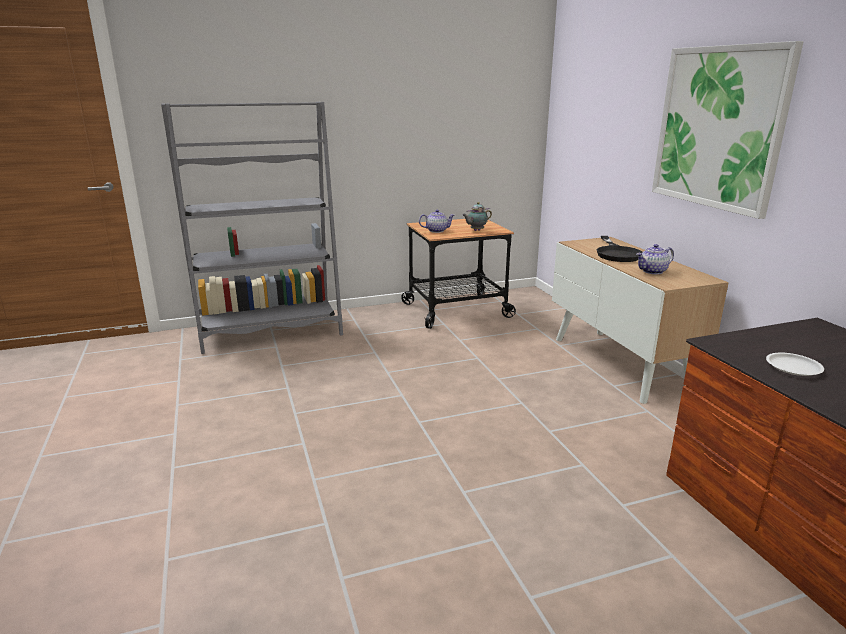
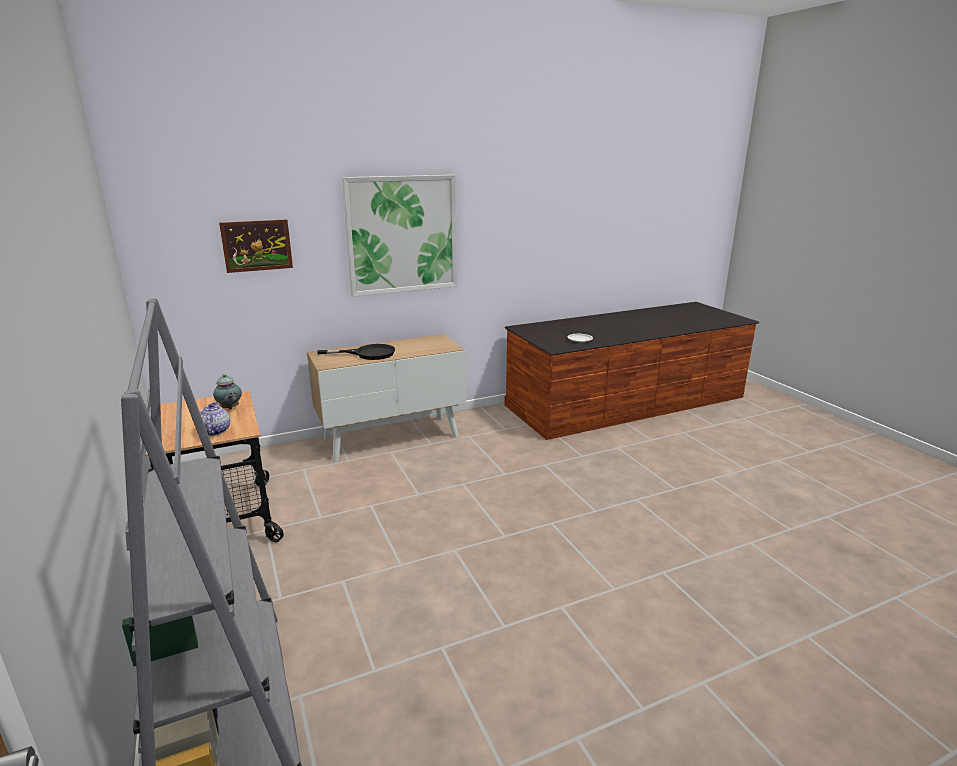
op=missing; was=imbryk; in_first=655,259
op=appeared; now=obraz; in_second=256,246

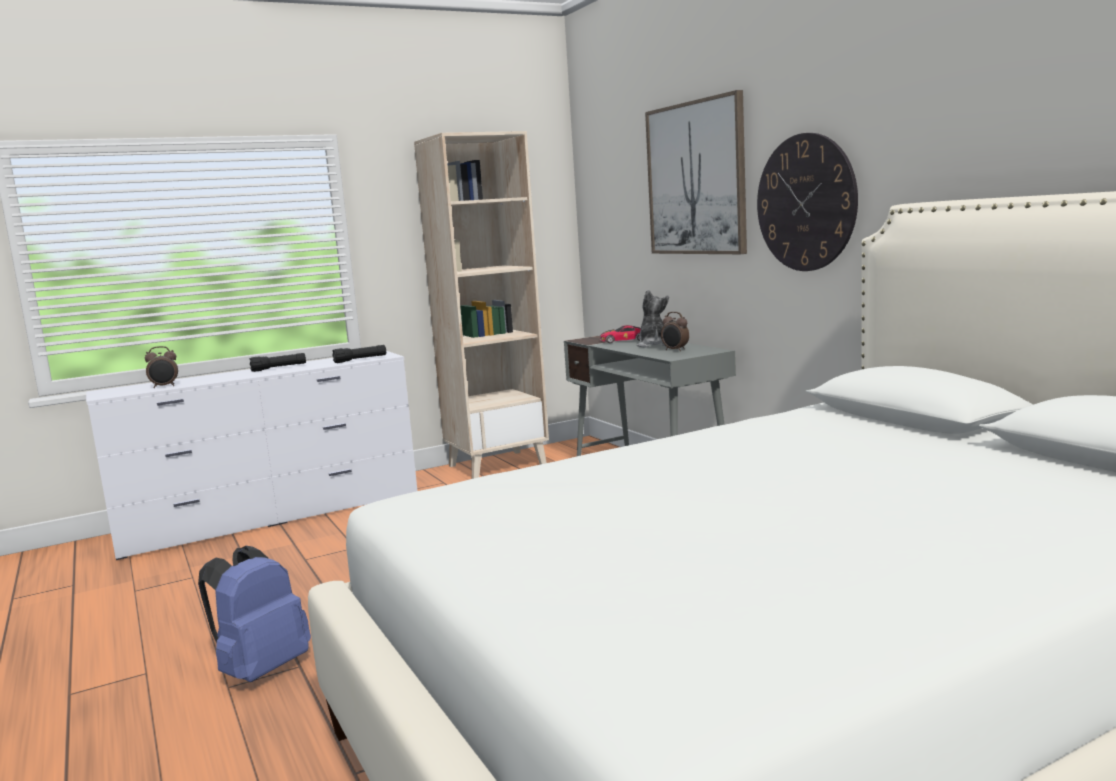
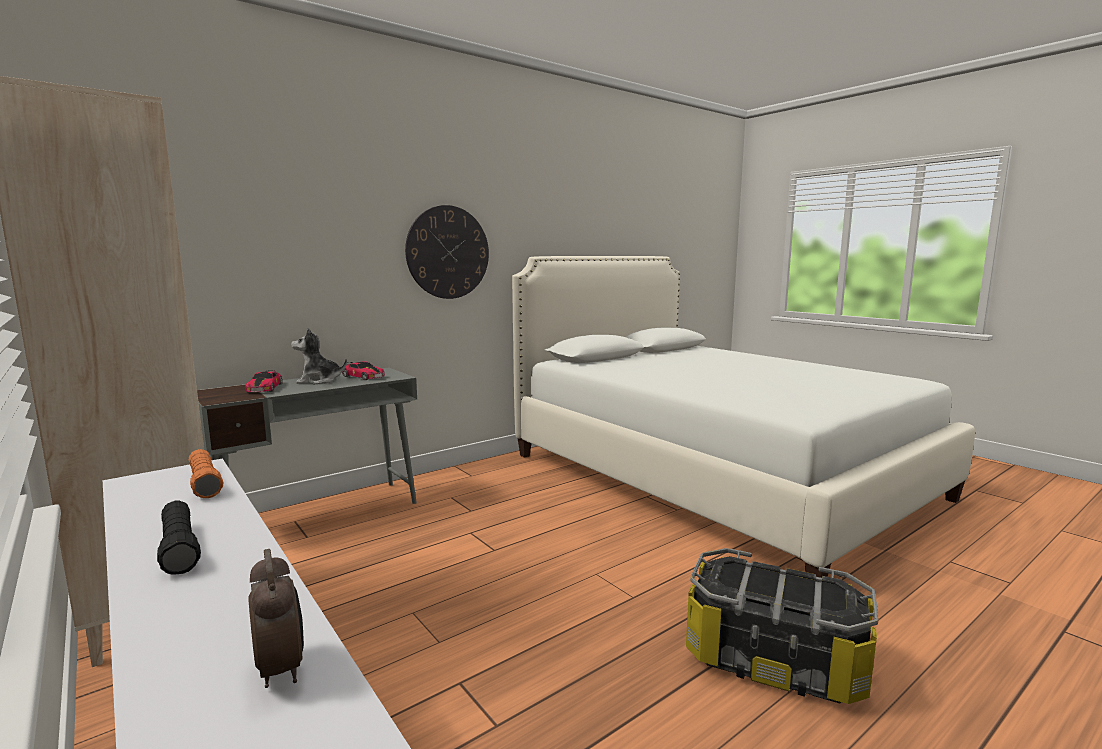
op=missing; was=obraz; in_first=696,172
op=exchanged; was=budzik; now=samochodzik; in_first=675,331; in_second=363,370
op=colour; was=latarka [czarny]; now=latarka [pomarańczowy]; in_first=359,354; in_second=206,473
op=exchanged; was=plecak [niebieski]; now=pojemnik do przechowywania; in_first=254,614; in_second=782,626

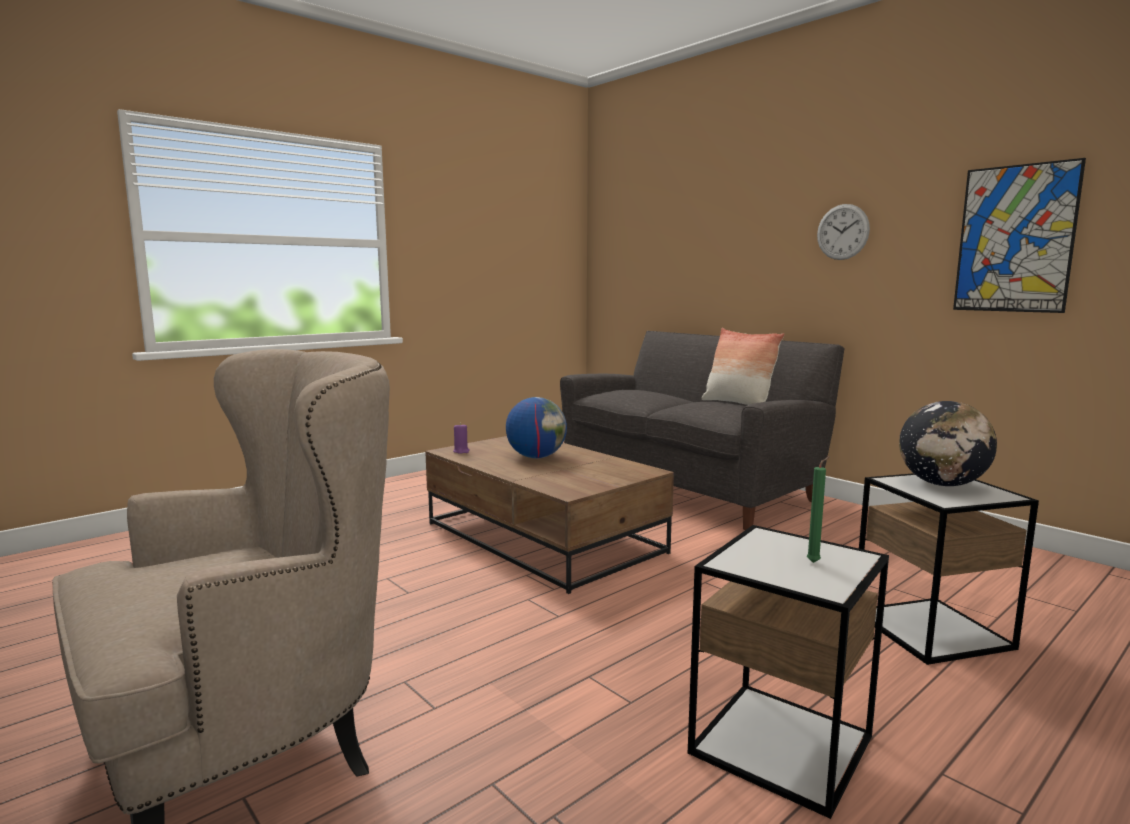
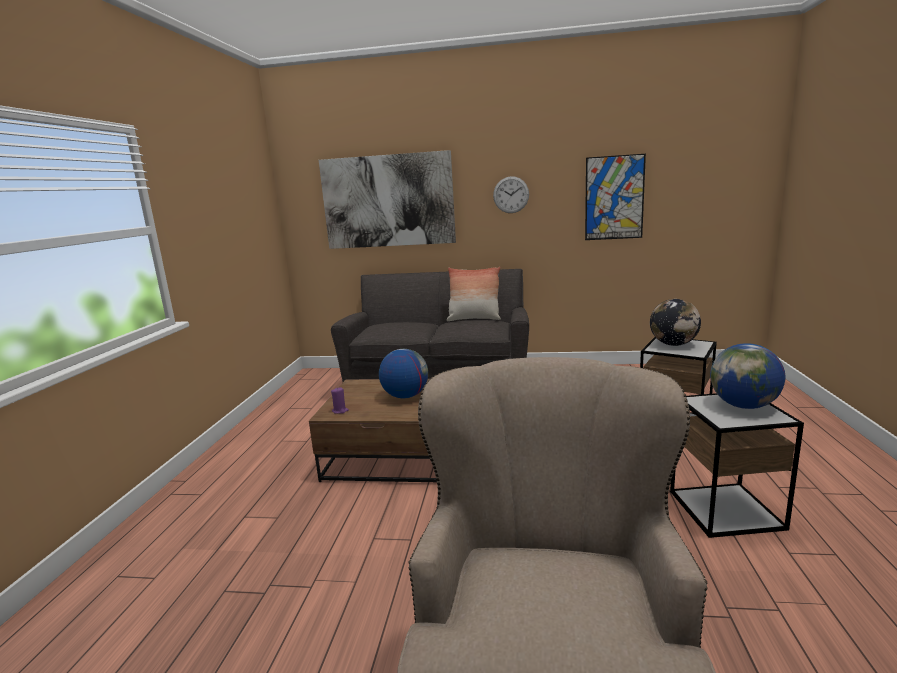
op=exchanged; was=świeca [zielony]; now=globus; in_first=818,509; in_second=747,376
op=appeared; now=obraz; in_second=387,199

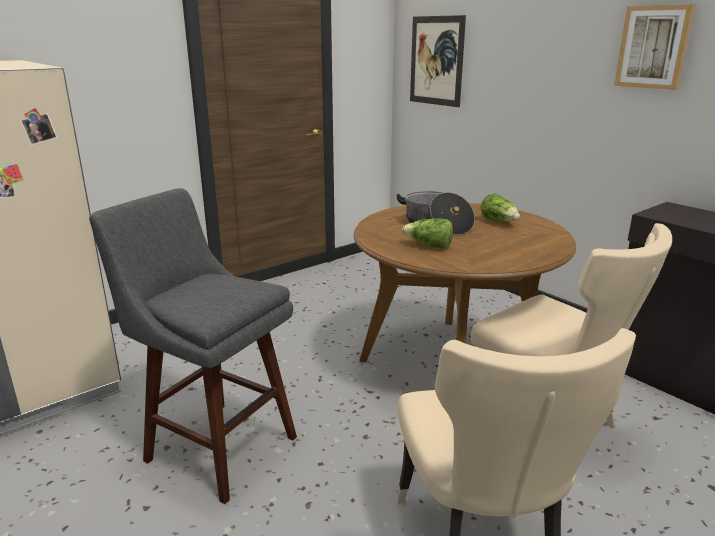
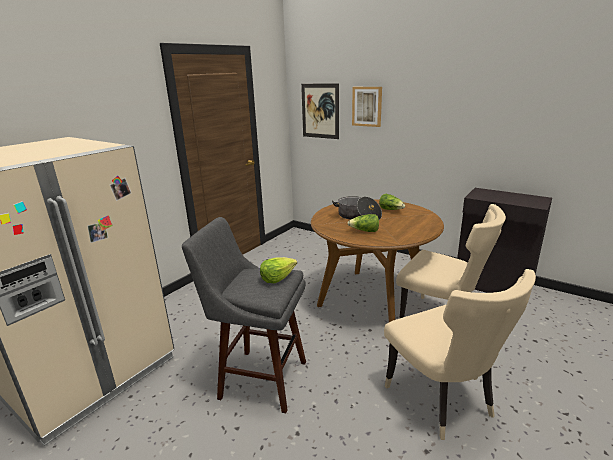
op=relocated; was=obraz; in_first=654,47; in_second=367,107
op=appeared; now=sałata; in_second=278,270

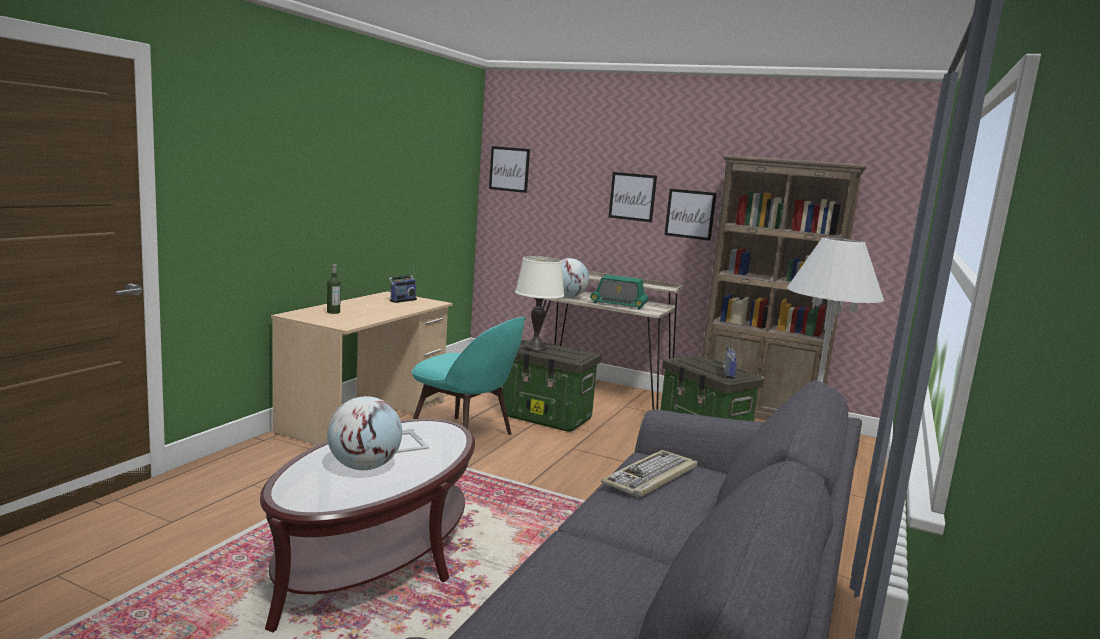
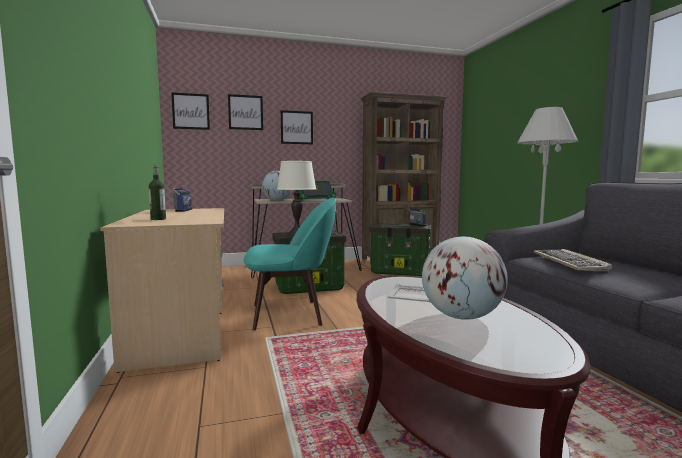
op=relocated; was=obraz; in_first=690,215; in_second=245,112

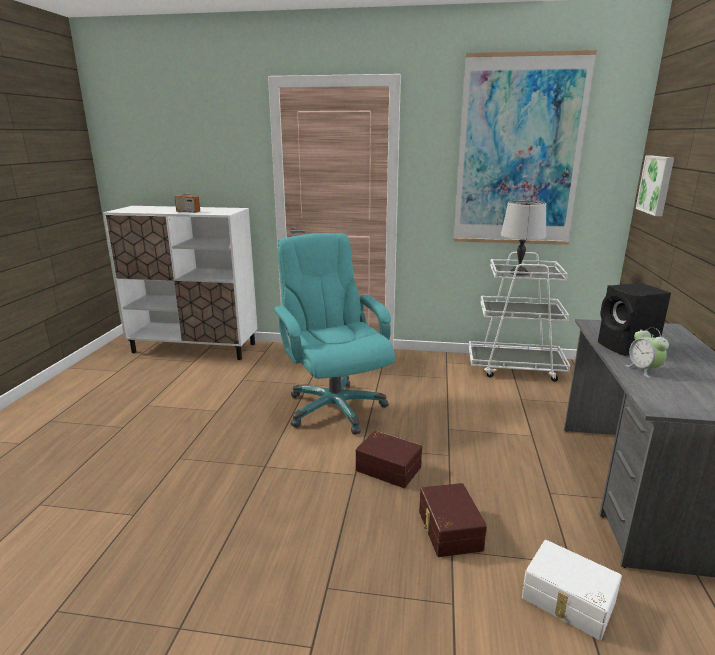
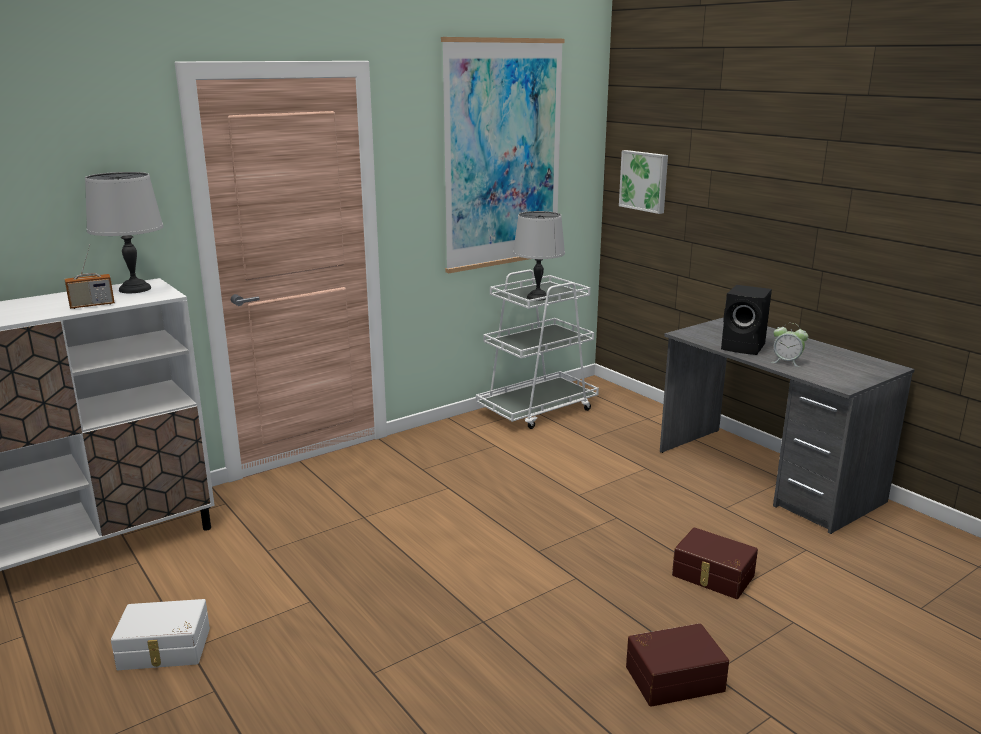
op=missing; was=krzesło biurowe [turkusowy]; in_first=334,334
op=relocated; was=pojemnik do przechowywania [brązowy]; in_first=389,459; in_second=677,665
op=relocated; was=pojemnik do przechowywania [biały]; in_first=572,590; in_second=160,634
op=appeared; now=lampa stołowa [szary]; in_second=124,232

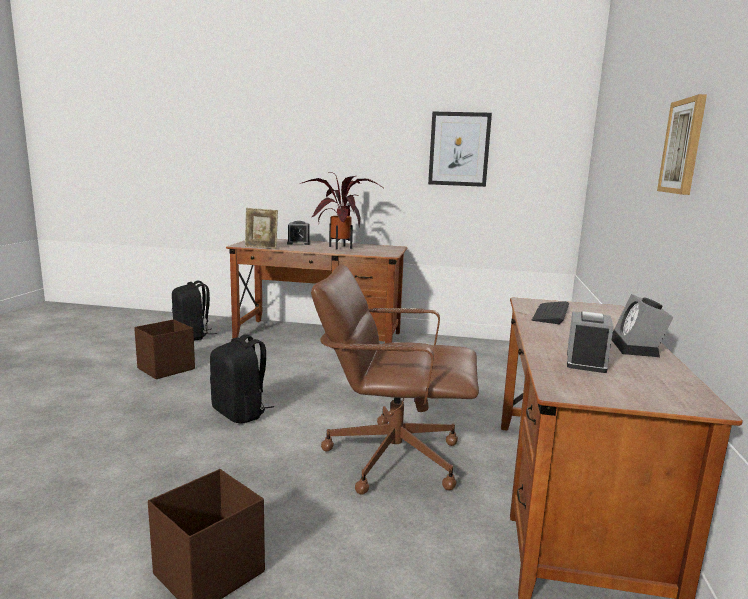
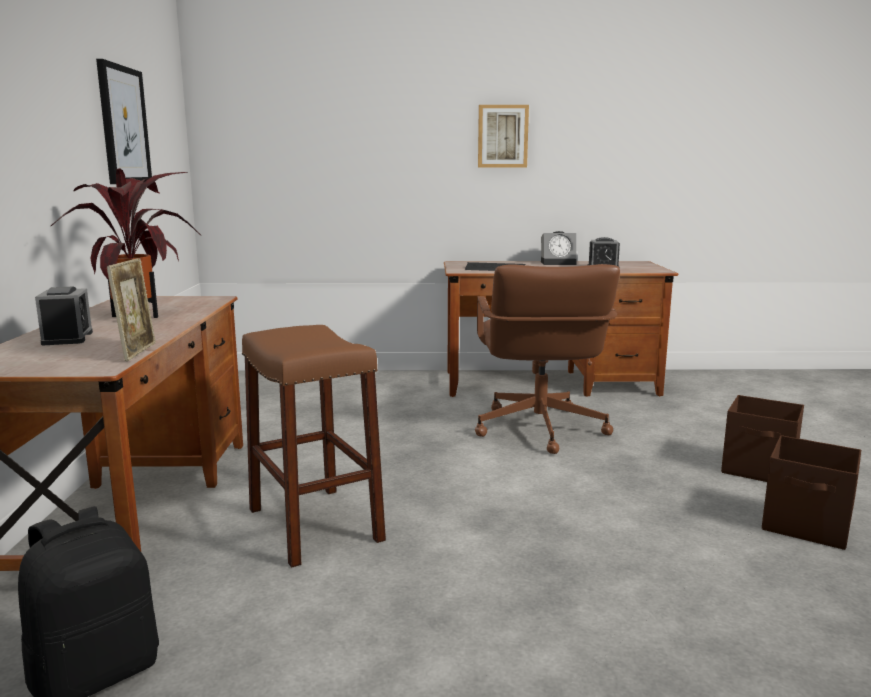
op=relocated; was=pojemnik do przechowywania [brązowy]; in_first=164,349; in_second=811,492
op=missing; was=plecak [czarny]; in_first=242,379
op=appeared; now=stołek [brązowy]; in_second=314,446

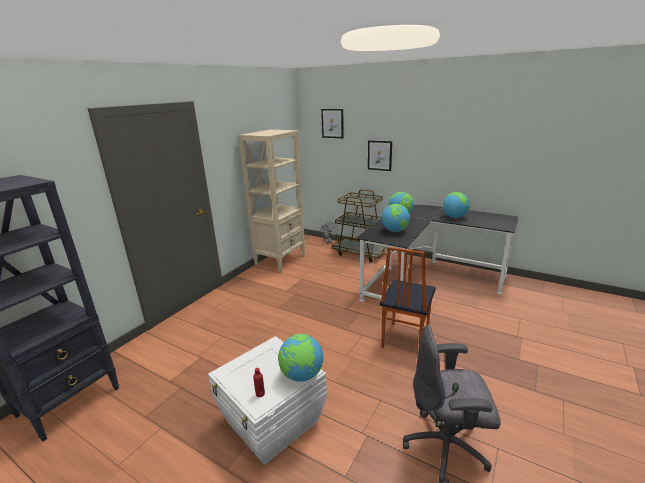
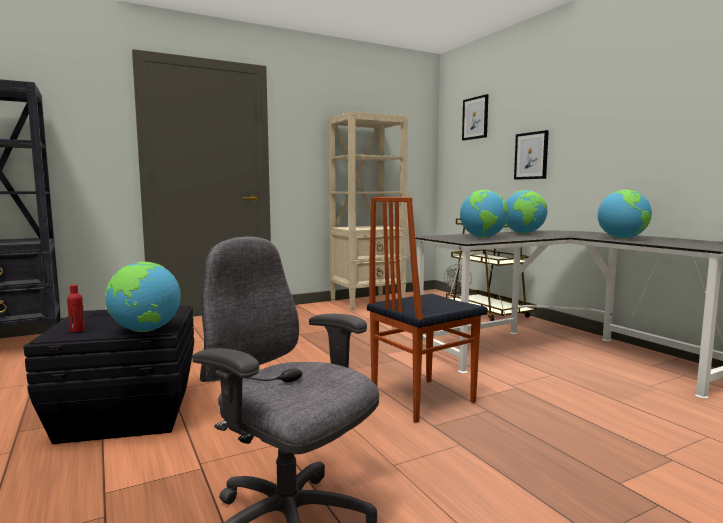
op=colour; was=pojemnik do przechowywania [biały]; now=pojemnik do przechowywania [czarny]; in_first=267,400; in_second=109,375

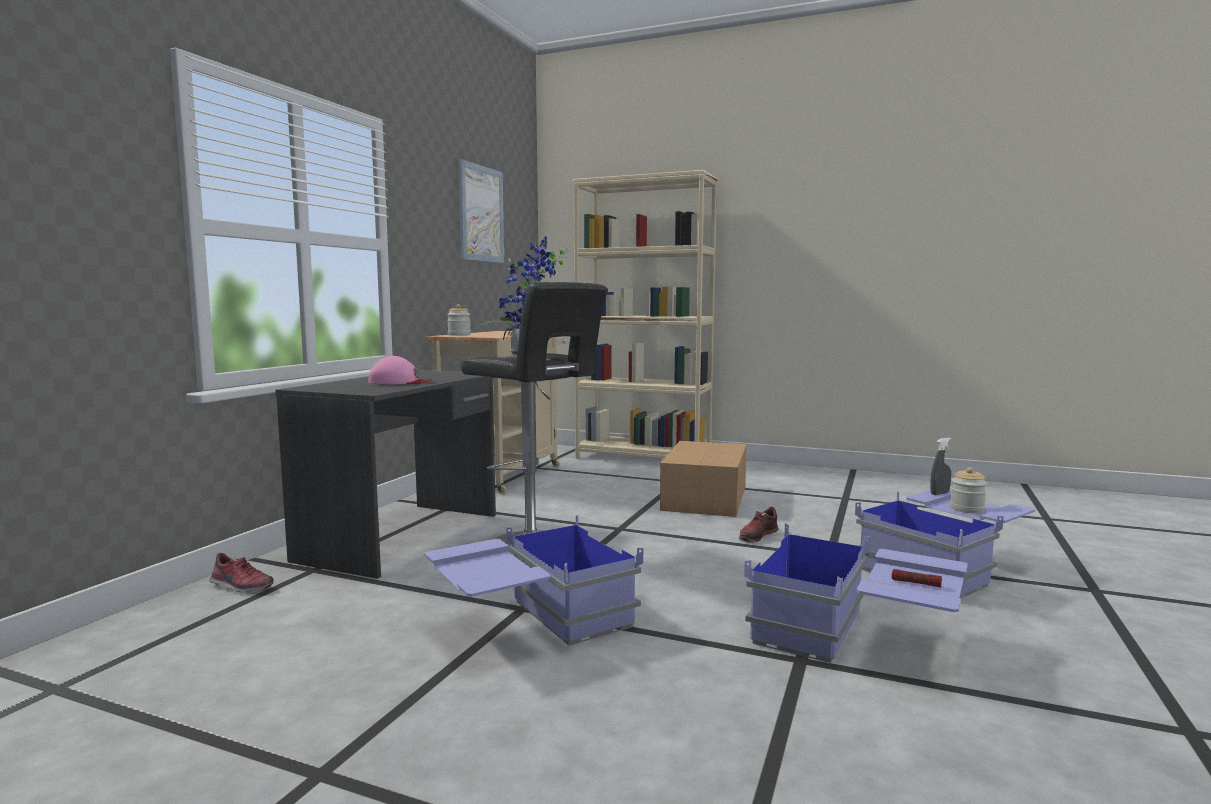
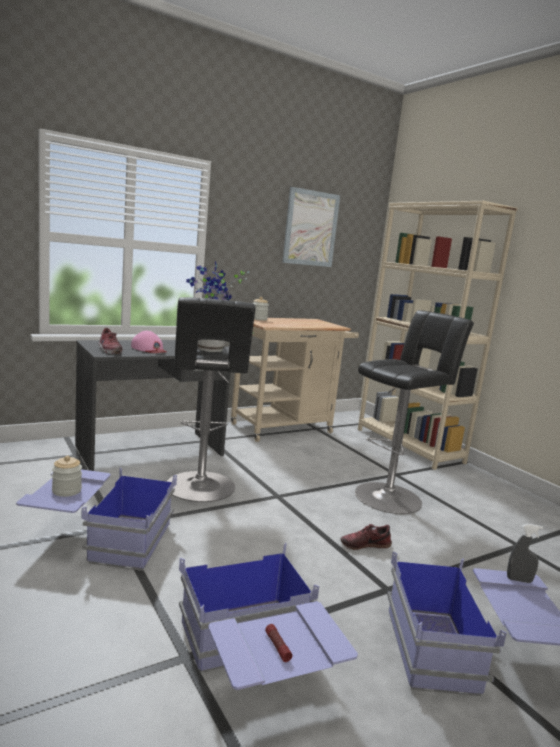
op=exchanged; was=karton; now=stołek [czarny]; in_first=703,479; in_second=414,412
op=relocated; was=słoik; in_first=968,490; in_second=67,476
op=relocated; was=but; in_first=241,573; in_second=110,341

